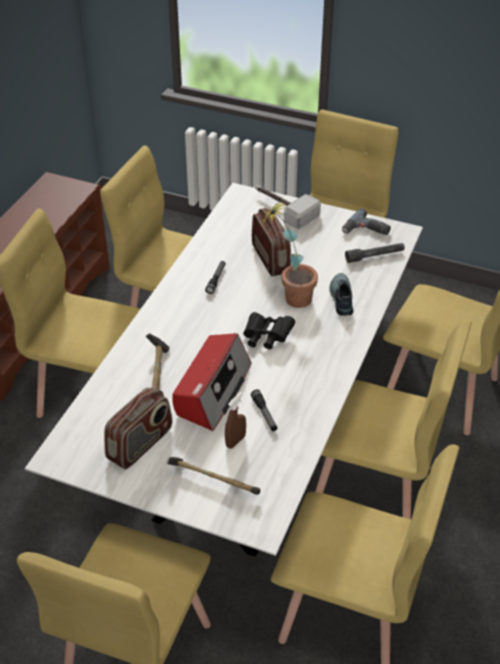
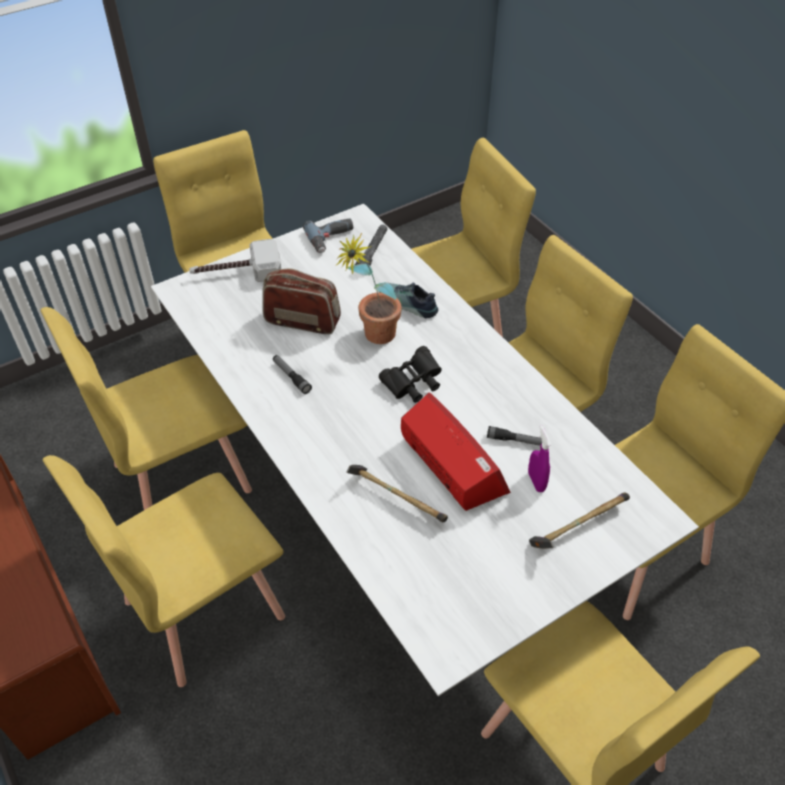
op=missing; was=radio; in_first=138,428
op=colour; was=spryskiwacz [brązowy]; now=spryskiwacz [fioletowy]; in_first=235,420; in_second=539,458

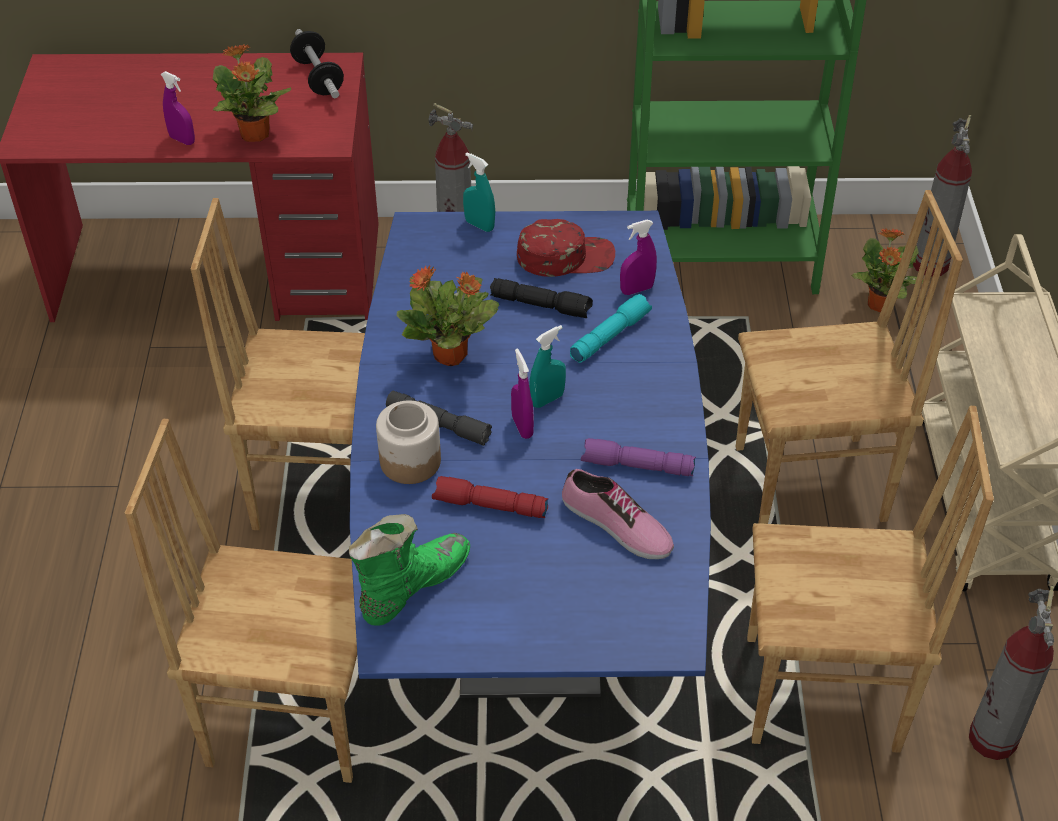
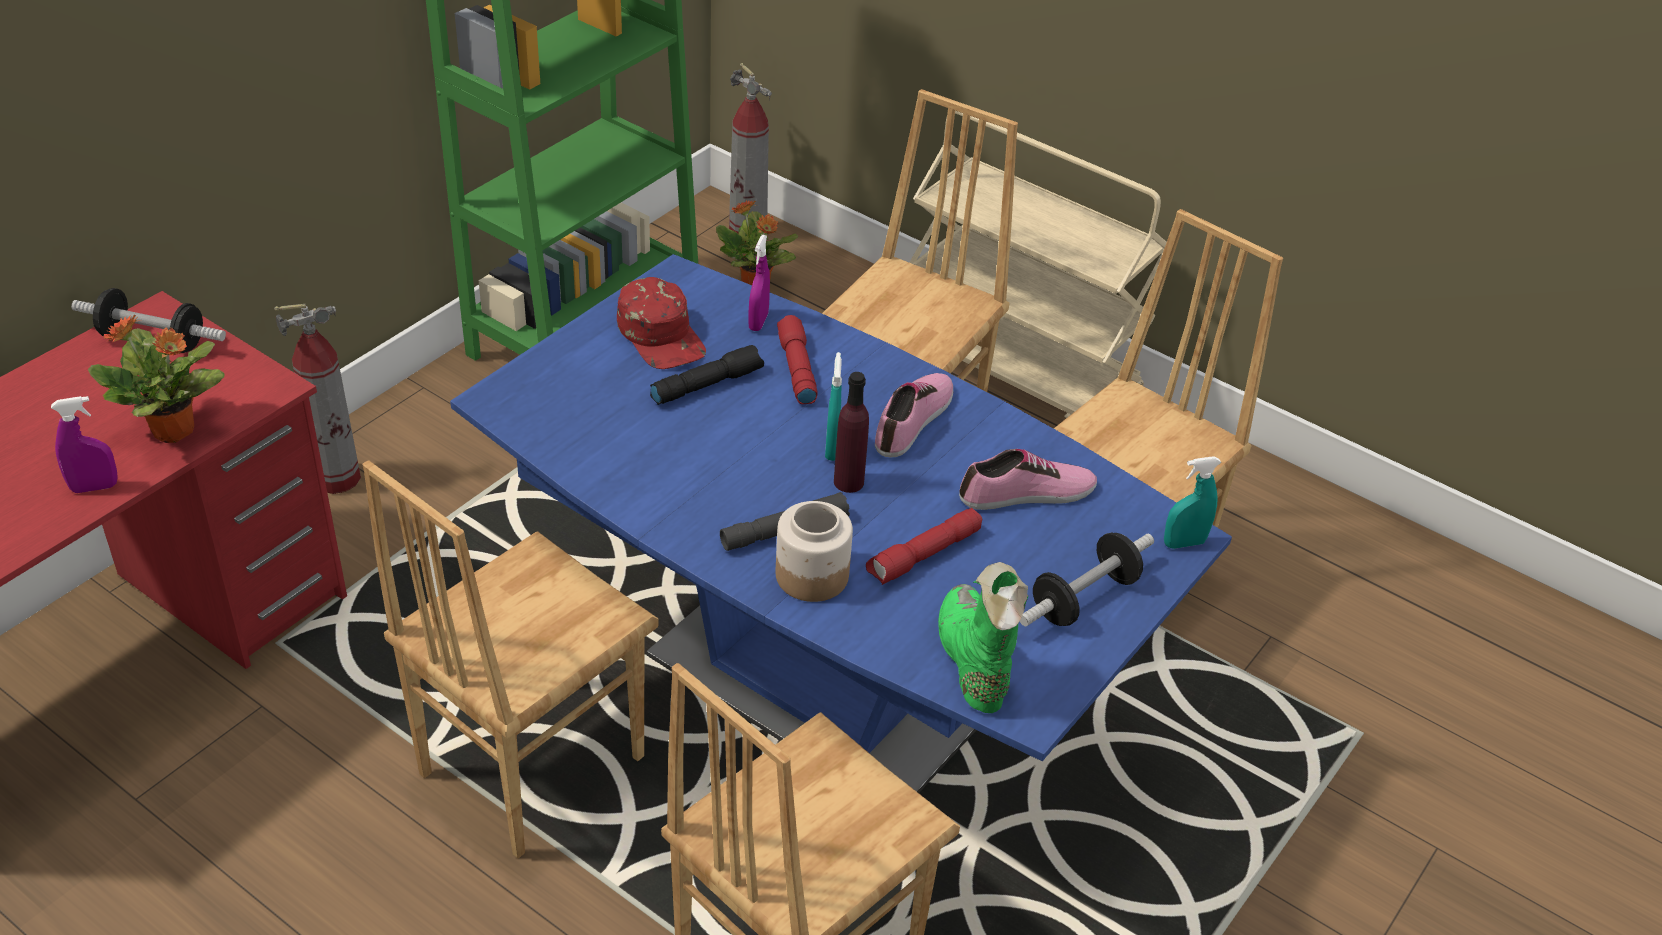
op=relocated; was=spryskiwacz [turkusowy]; in_first=479,192; in_second=1192,502
op=spun; was=czapka z daszkiem [czerwony]; in_first=566,248; in_second=661,323; clockwise=120
op=missing; was=roślina doniczkowa; in_first=448,316
op=colour; was=latarka [turkusowy]; now=latarka [czerwony]; in_first=611,328; in_second=797,359
op=exchanged; was=spryskiwacz [fioletowy]; now=butelka [fioletowy]; in_first=522,394; in_second=851,432
op=missing; was=latarka [fioletowy]; in_first=638,457
op=missing; was=gaśnica; in_first=1011,672
op=appeared; now=but; in_second=914,415
op=appeared; now=hantel; in_second=1087,580

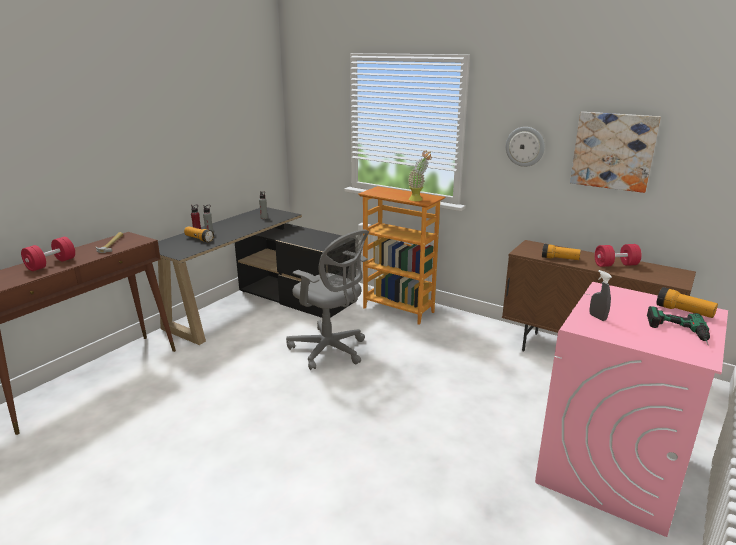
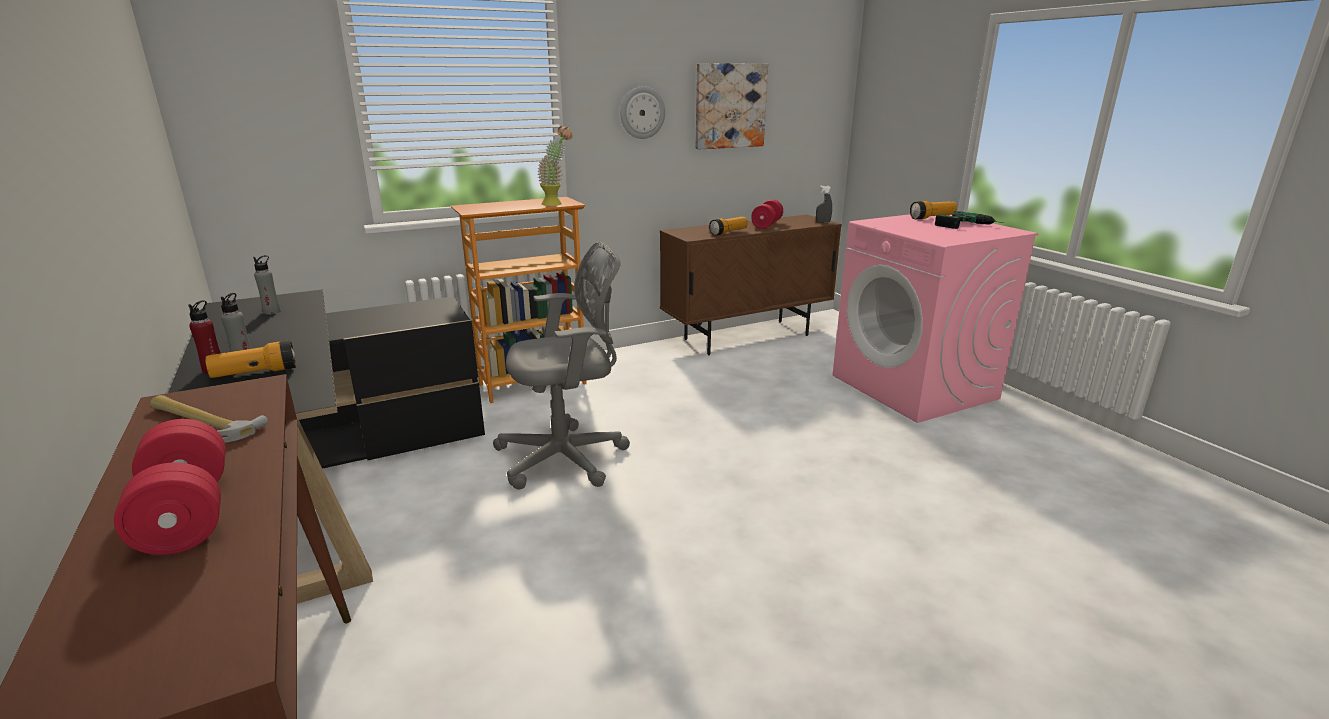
op=relocated; was=spryskiwacz [szary]; in_first=600,295; in_second=824,204

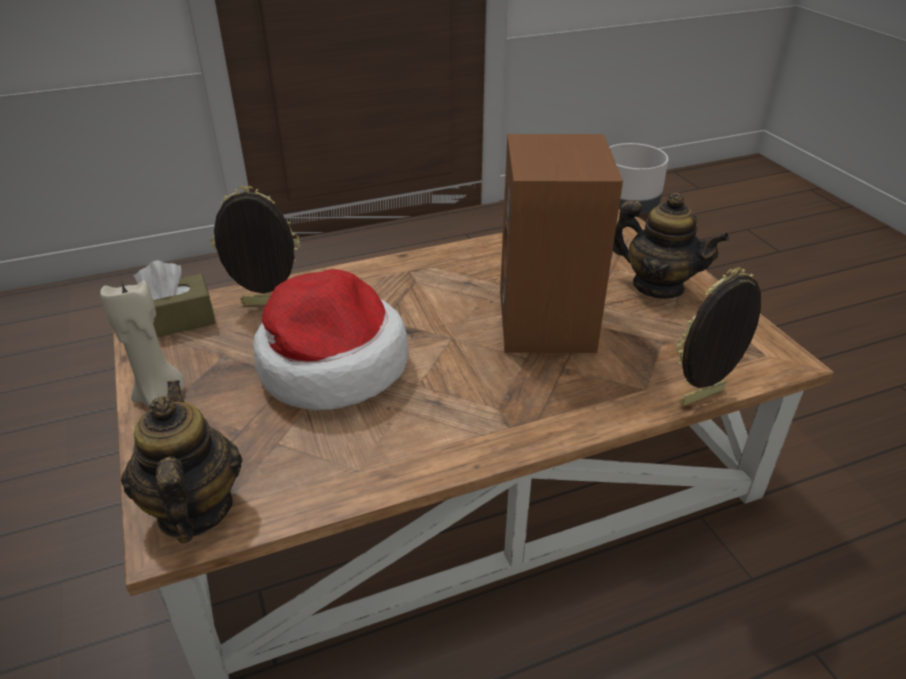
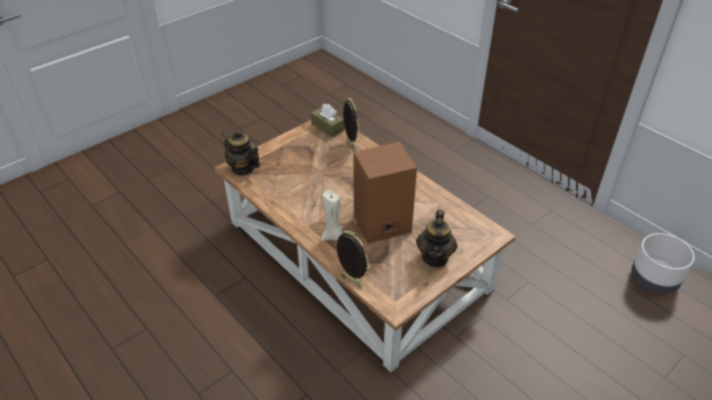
op=missing; was=kapelusz; in_first=331,339
op=relocated; was=świeca [beżowy]; in_first=142,343; in_second=332,215
op=spun; was=imbryk; in_first=181,461; in_second=241,153; clockwise=-105

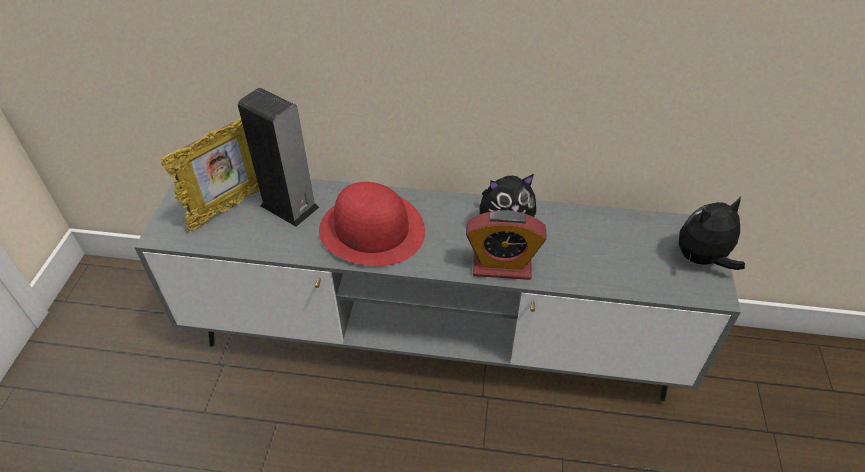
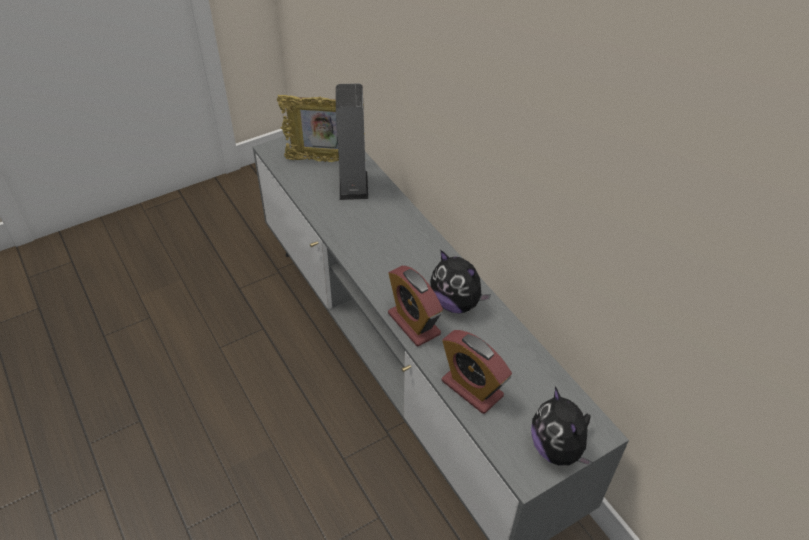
op=missing; was=kapelusz [czerwony]; in_first=372,224
op=spun; was=pluszak; in_first=711,233; in_second=561,426; clockwise=-135
op=appeared; now=budzik; in_second=477,372

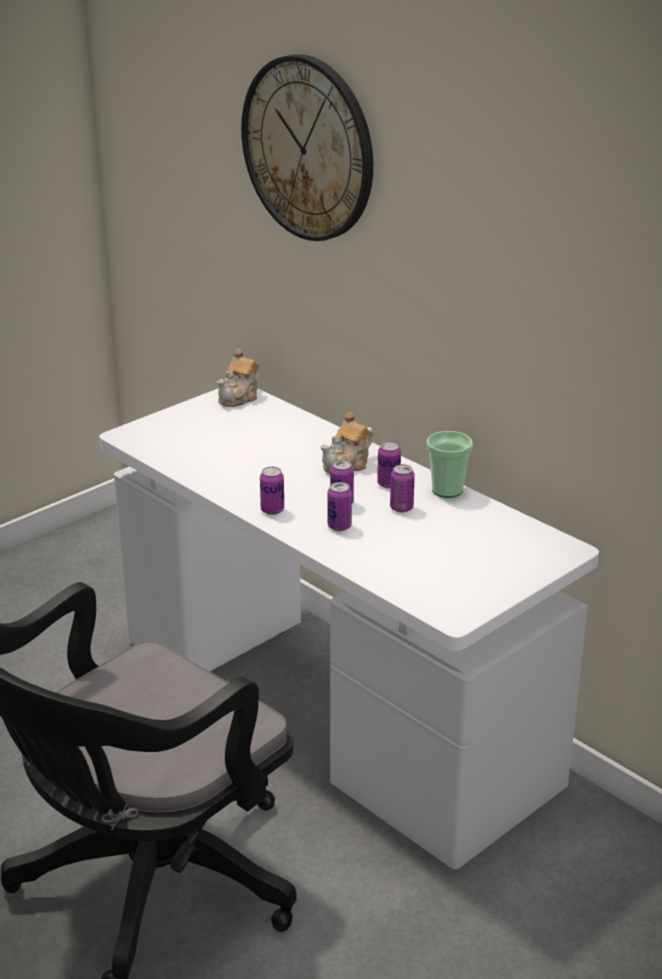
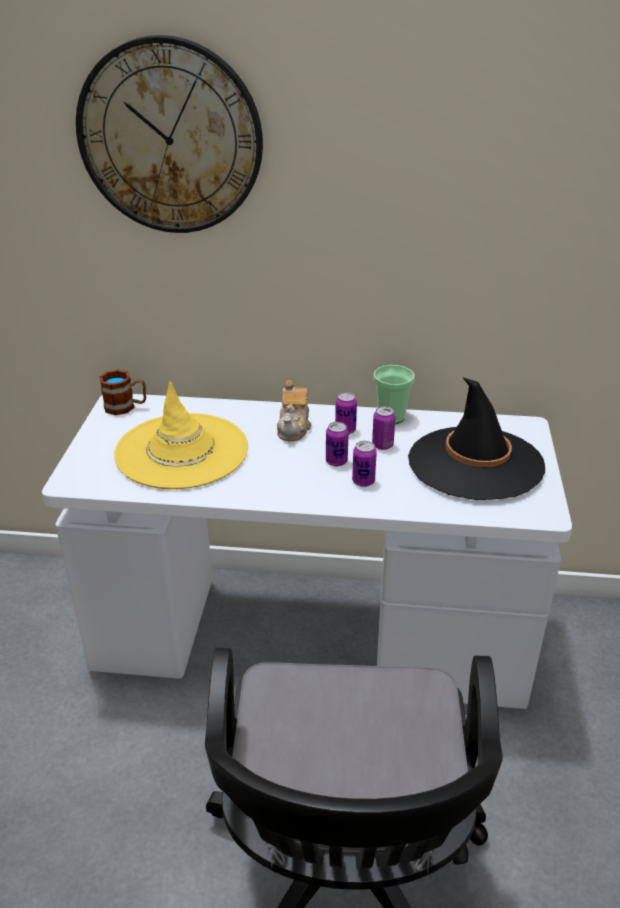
op=exchanged; was=imbryk; now=kubek; in_first=238,378; in_second=122,392
op=missing; was=puszka; in_first=272,491
op=appeared; now=kapelusz [czarny]; in_second=476,438
op=appeared; now=kapelusz [żółty]; in_second=181,435

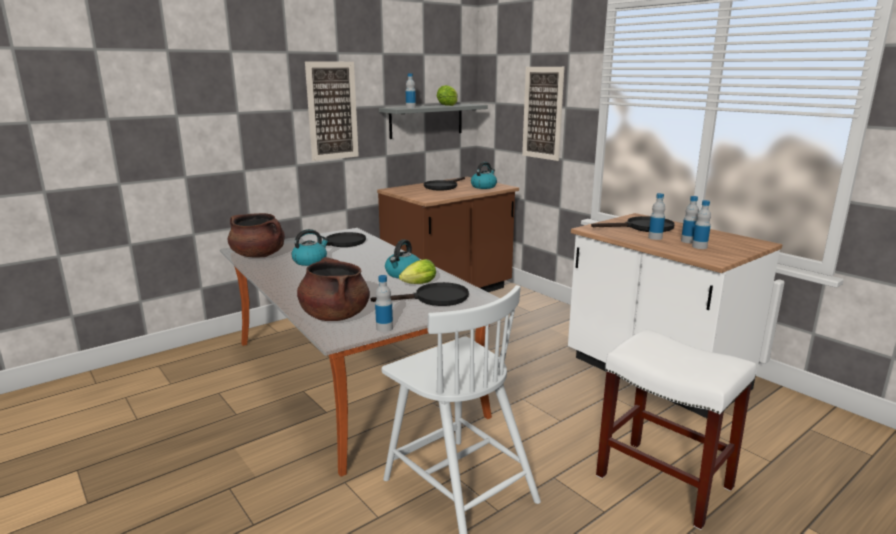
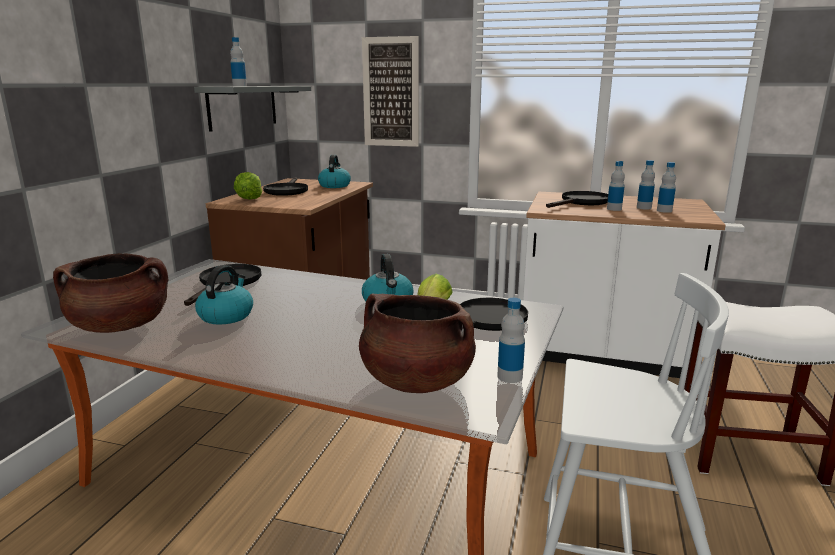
op=missing; was=obraz; in_first=332,111
op=relocated; was=sałata; in_first=447,95; in_second=248,186

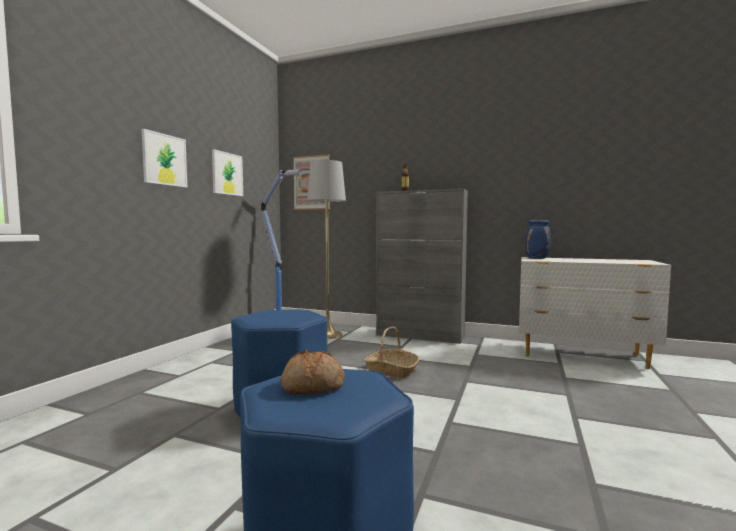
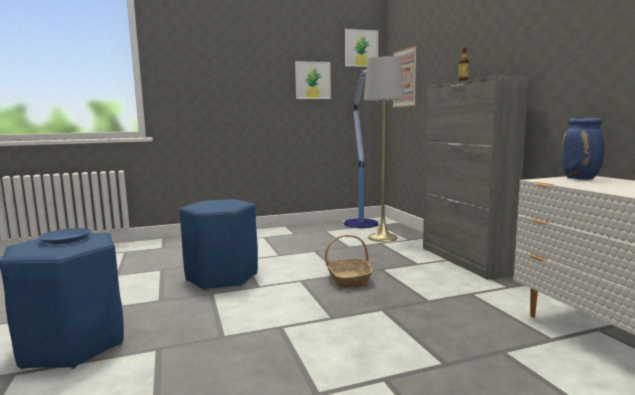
op=relocated; was=obraz; in_first=164,158; in_second=361,48
op=exchanged; was=chleb; now=talerz [niebieski]; in_first=313,372; in_second=64,236

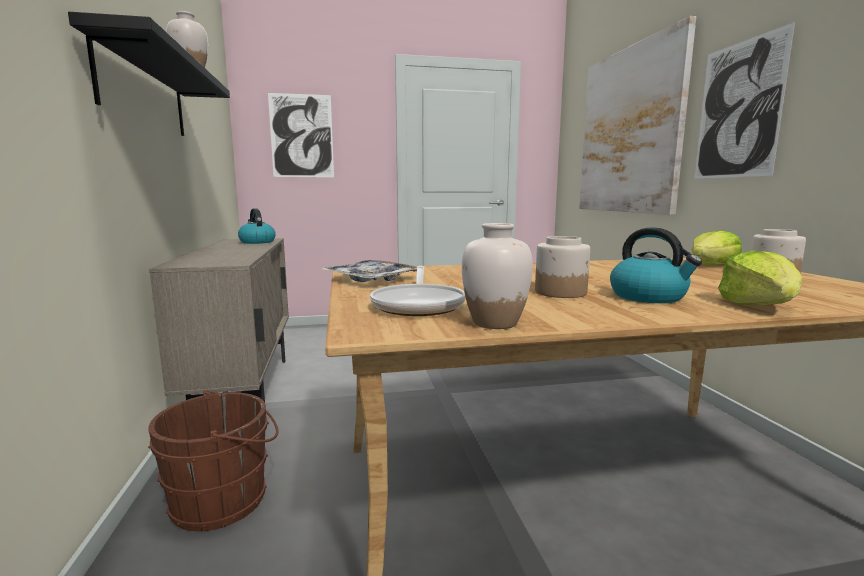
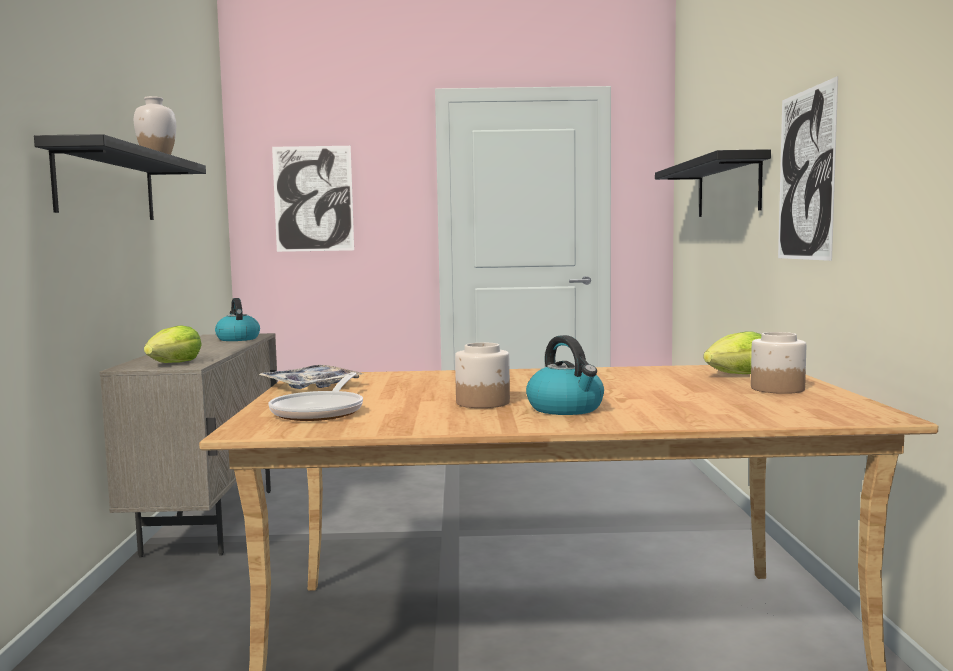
op=exchanged; was=obraz; now=półka [czarny]; in_first=637,115; in_second=713,183
op=missing; was=wazon [biały]; in_first=497,276
op=relocated; was=sałata; in_first=760,278; in_second=173,344
op=missing; was=wiadro [brązowy]; in_first=213,461

